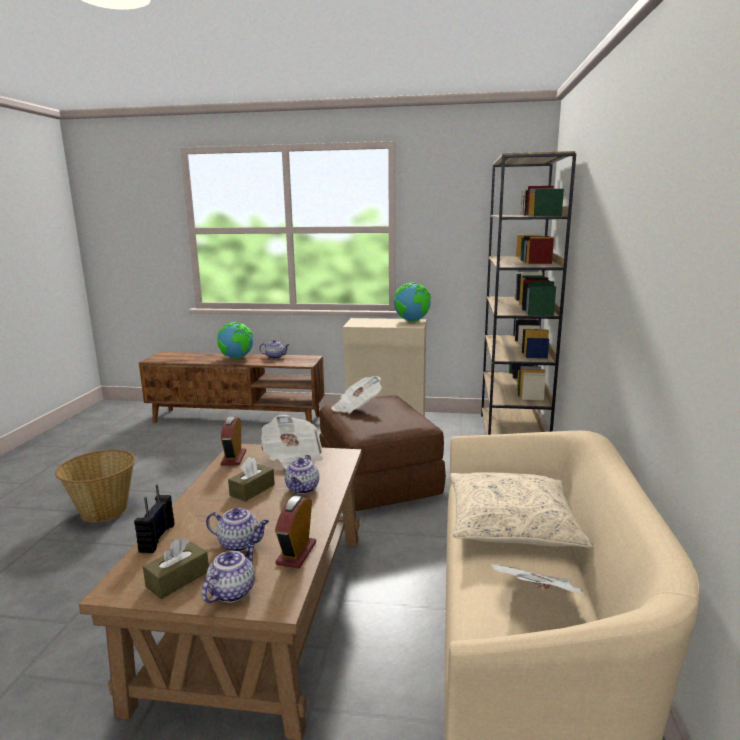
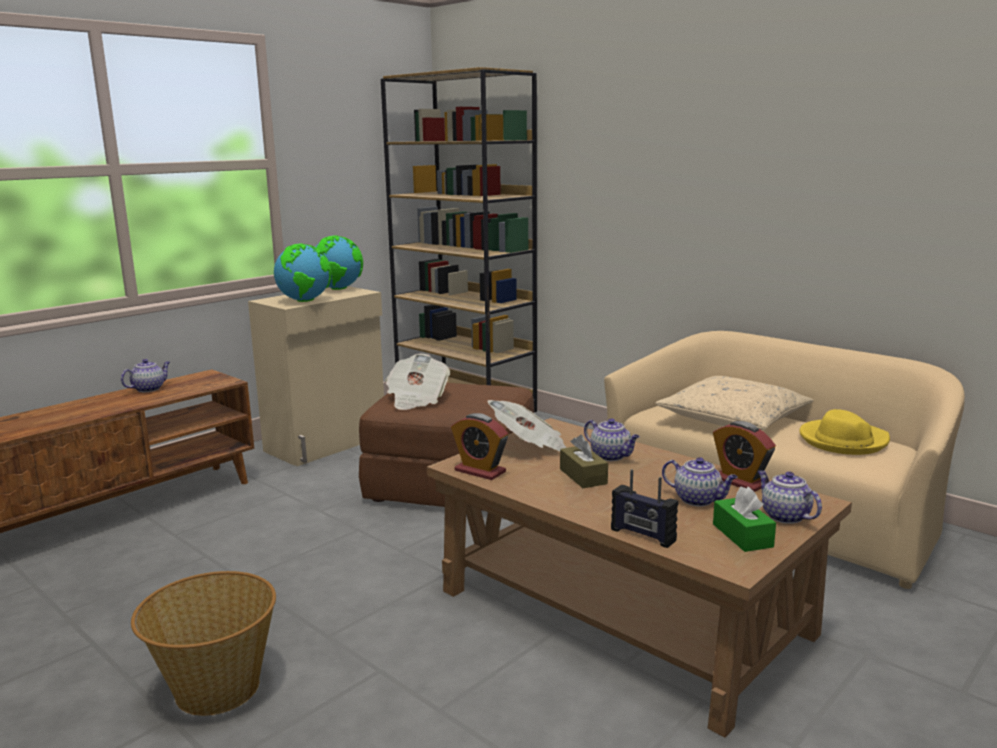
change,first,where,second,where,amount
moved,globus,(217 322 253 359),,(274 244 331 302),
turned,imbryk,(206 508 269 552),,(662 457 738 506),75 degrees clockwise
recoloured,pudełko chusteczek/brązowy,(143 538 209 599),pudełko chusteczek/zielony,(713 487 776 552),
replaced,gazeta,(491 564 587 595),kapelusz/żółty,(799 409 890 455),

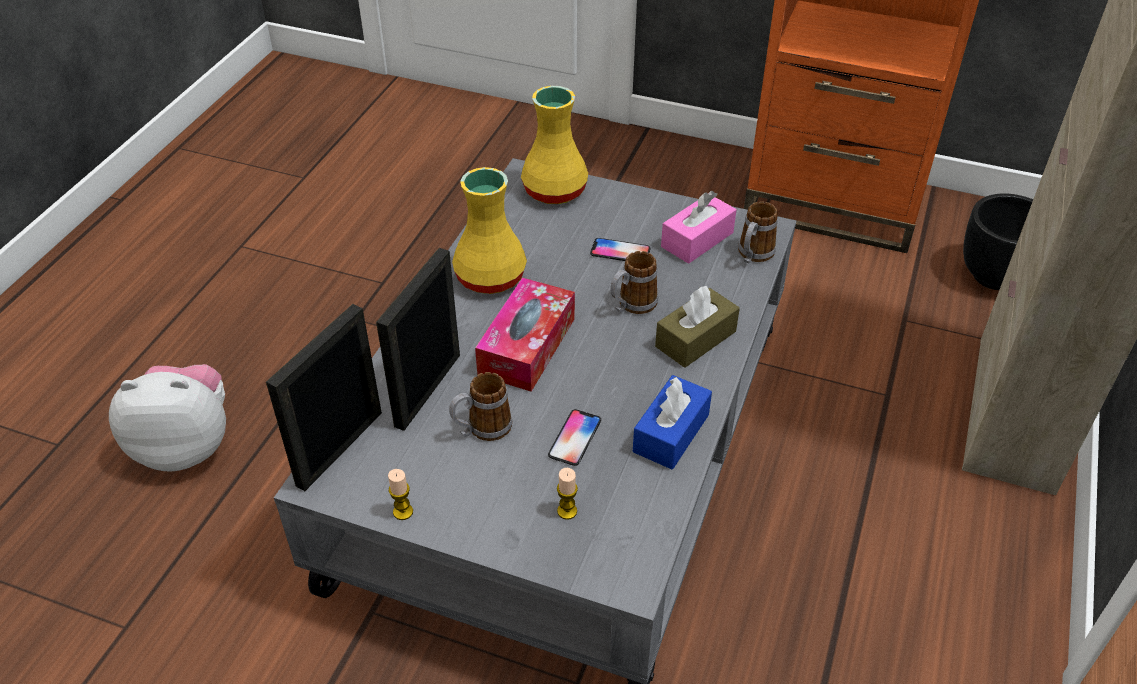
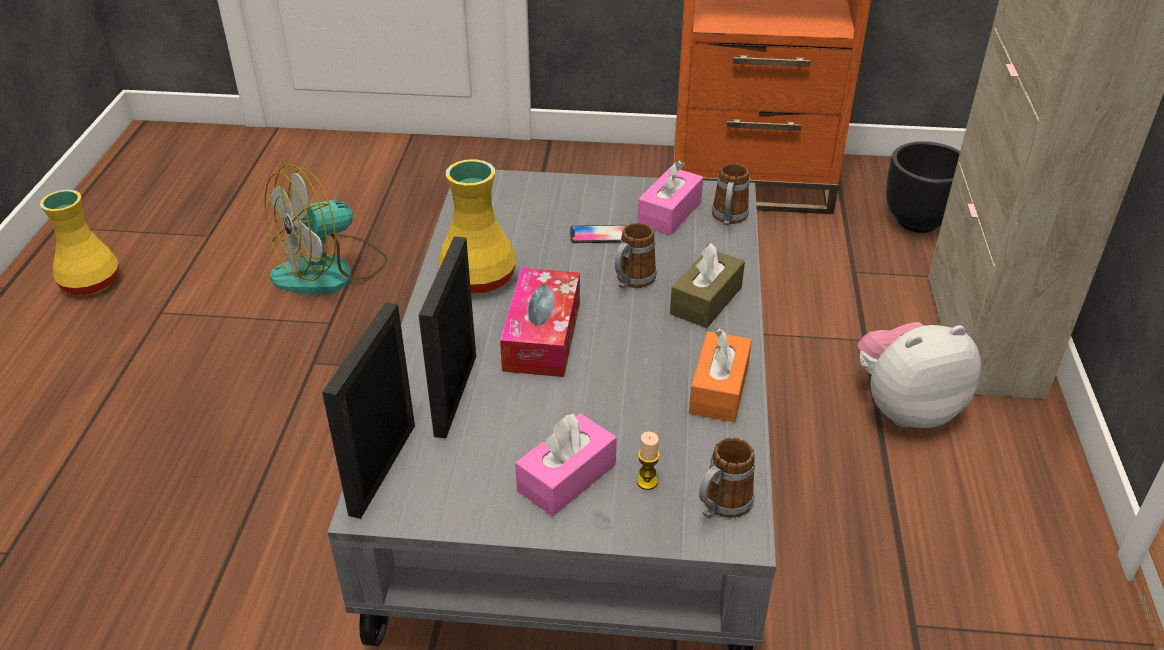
change,first,where,second,where,amount
moved,wazon/żółty,(521 86 588 204),,(40 190 119 296),
added,,,wentylator,(264 164 388 295),
added,,,pudełko chusteczek/różowy,(515 413 617 516),
recoloured,pudełko chusteczek/niebieski,(633 375 712 469),pudełko chusteczek/pomarańczowy,(689 328 752 422),
moved,kubek,(449 372 512 441),,(699 437 755 518),
moved,pluszak,(109 364 226 472),,(857 322 981 428),
removed,świeca,(388 469 413 520),,,
removed,telefon,(548 409 601 466),,,

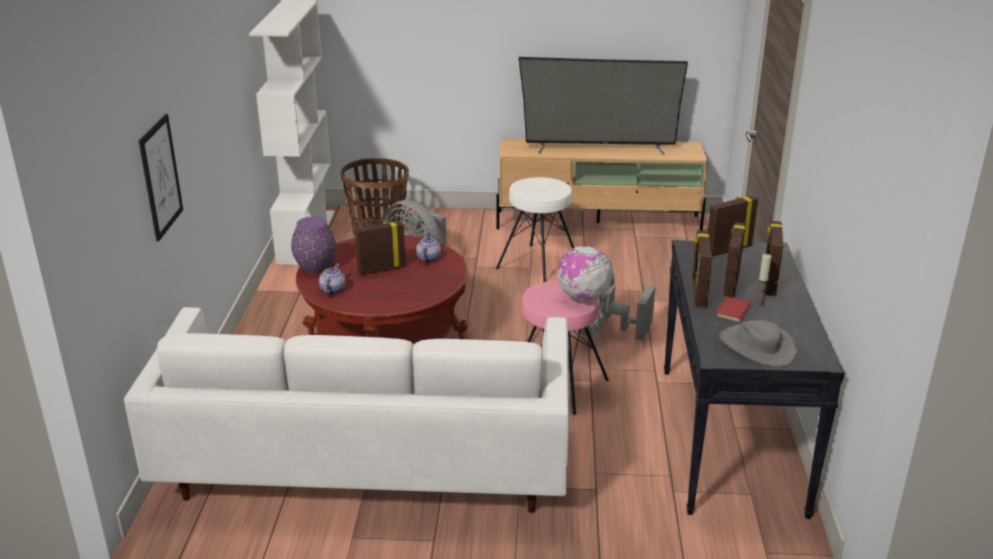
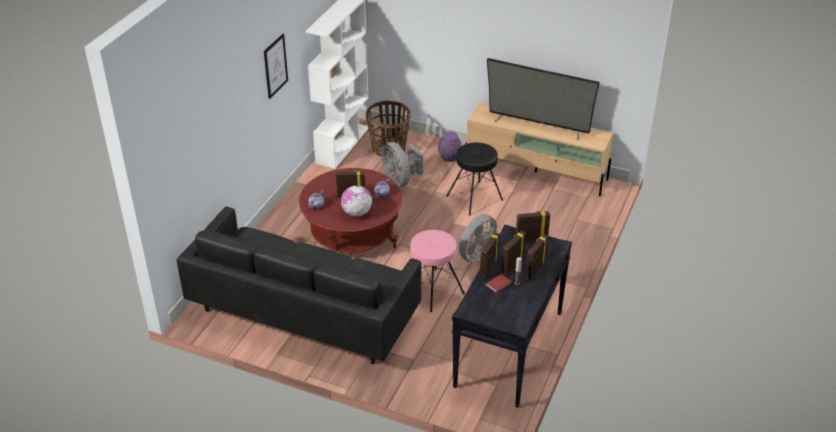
change,first,where,second,where,amount
recoloured,kanapa/biały,(124 307 570 513),kanapa/czarny,(176 206 421 364),
moved,obraz,(139 114 183 241),,(264 34 288 99),
moved,globus,(557 246 613 301),,(341 186 372 217),
moved,wazon/fioletowy,(291 217 336 274),,(438 131 462 162),
recoloured,stołek/biały,(496 177 574 282),stołek/czarny,(446 143 503 216),
removed,kapelusz/szary,(719 320 798 367),,,

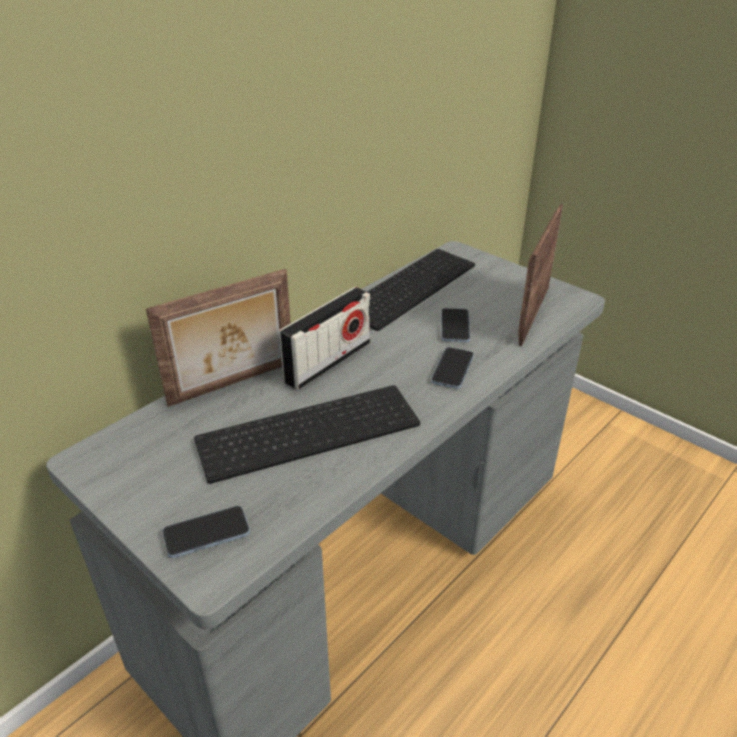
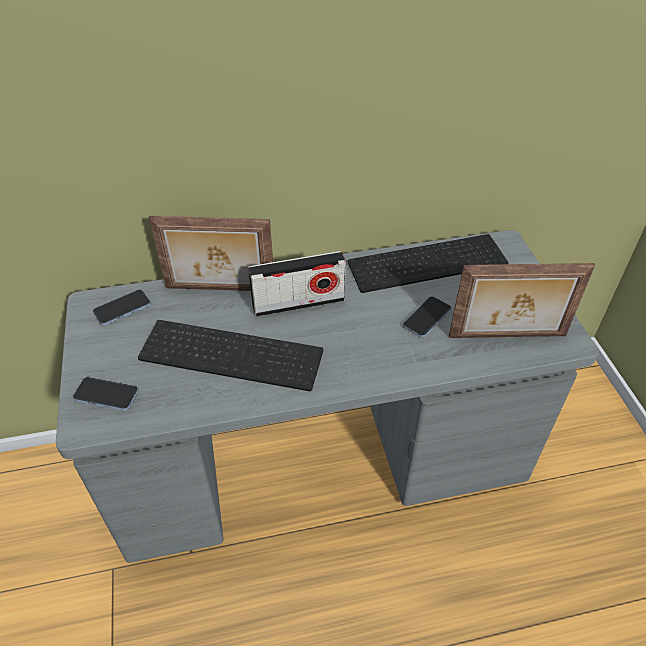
change,first,where,second,where,amount
moved,telefon,(431 347 474 389),,(93 289 151 325),
turned,ramka na zdjęcie,(518 204 563 346),,(448 263 595 338),150 degrees counterclockwise

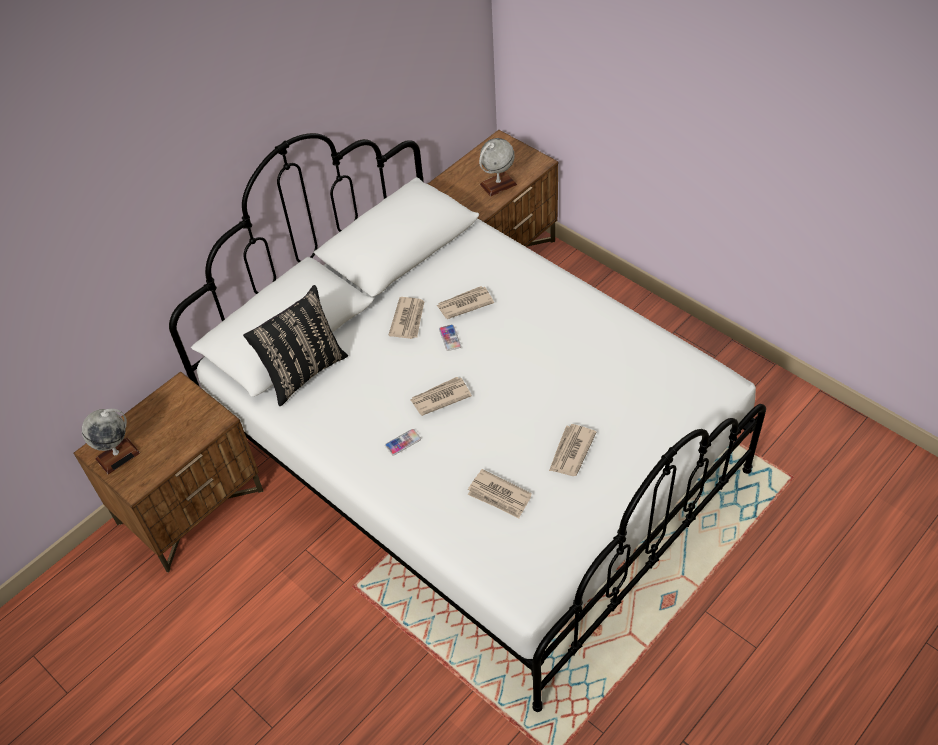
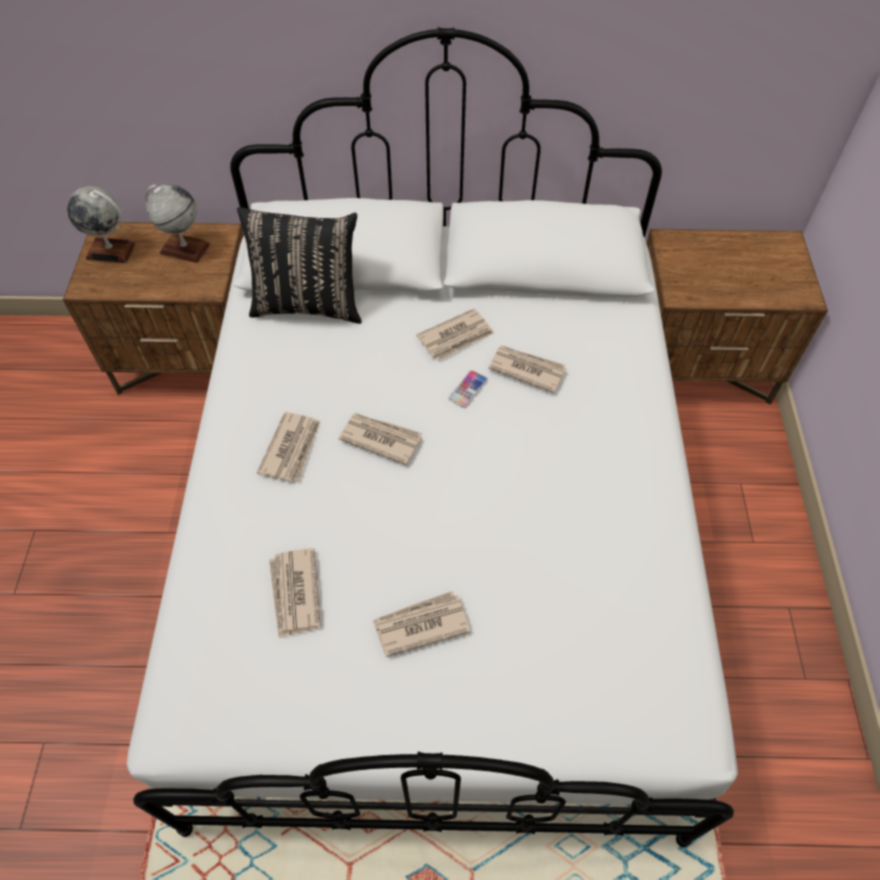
change,first,where,second,where,amount
moved,globus,(479 138 517 196),,(144 184 210 263),
replaced,telefon,(385 429 421 455),gazeta,(257 412 321 482),

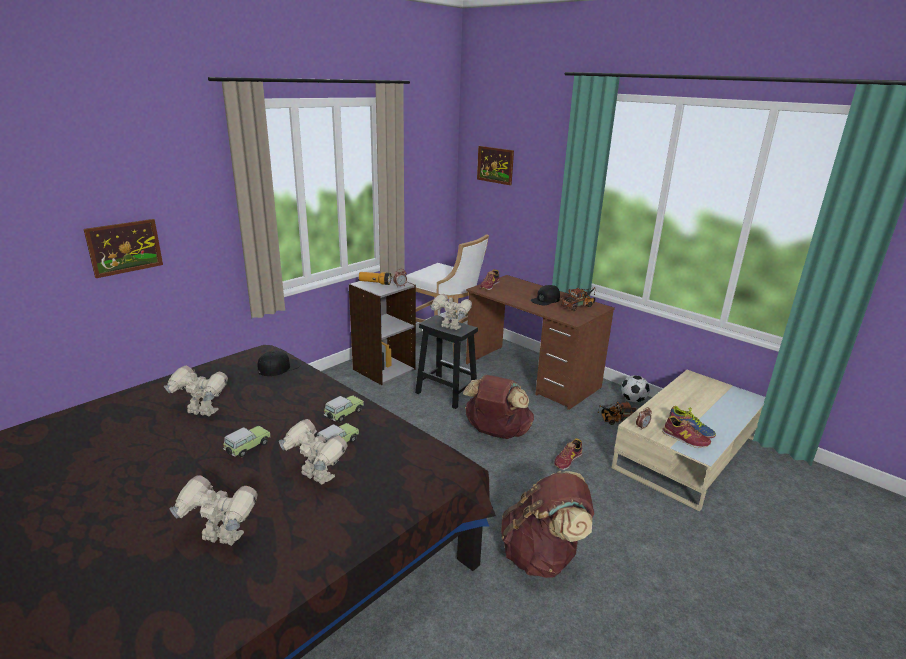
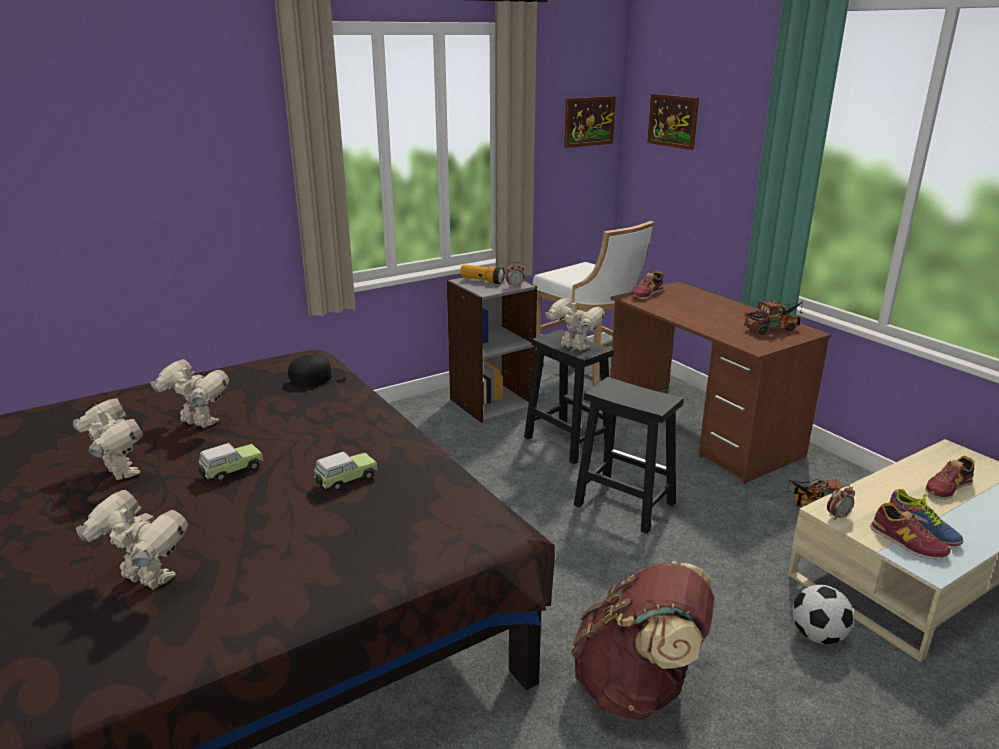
change,first,where,second,where,amount
moved,robot zabawkowy,(279 419 348 485),,(73 398 143 480),
moved,obraz,(84 219 163 278),,(564 96 616 148),
replaced,plecak/brązowy,(463 375 534 439),stołek/czarny,(574 377 684 534),
moved,piłka futbolowa,(621 375 650 402),,(792 585 854 644),
moved,but,(554 438 582 470),,(925 456 974 500),
removed,samochodzik,(324 395 364 422),,,
removed,czapka z daszkiem/czarny,(531 285 560 305),,,

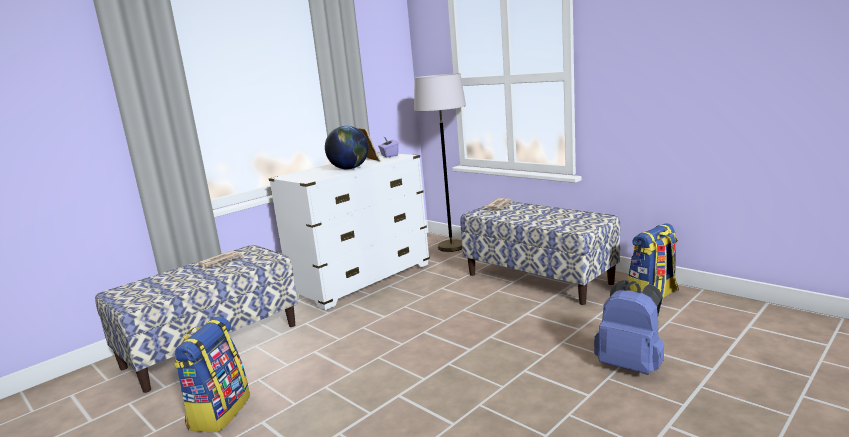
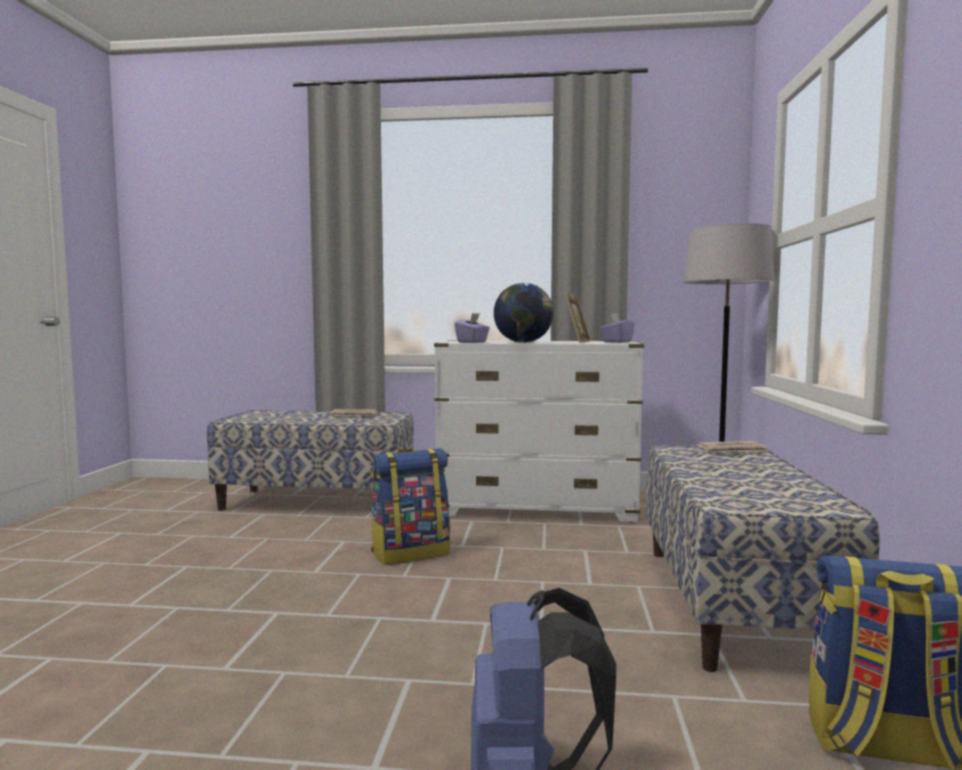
change,first,where,second,where,amount
moved,plecak,(173 317 250 432),,(371 448 450 565),
added,,,pudełko chusteczek/fioletowy,(454 313 490 343),

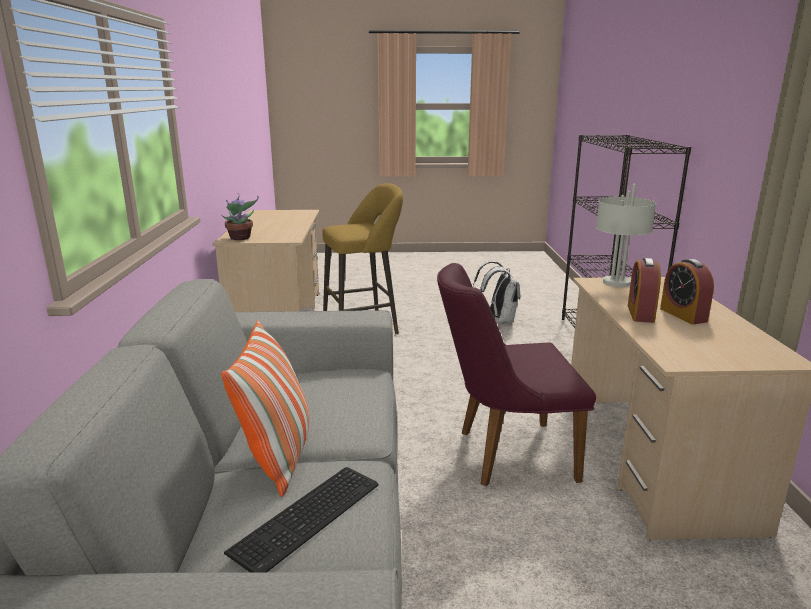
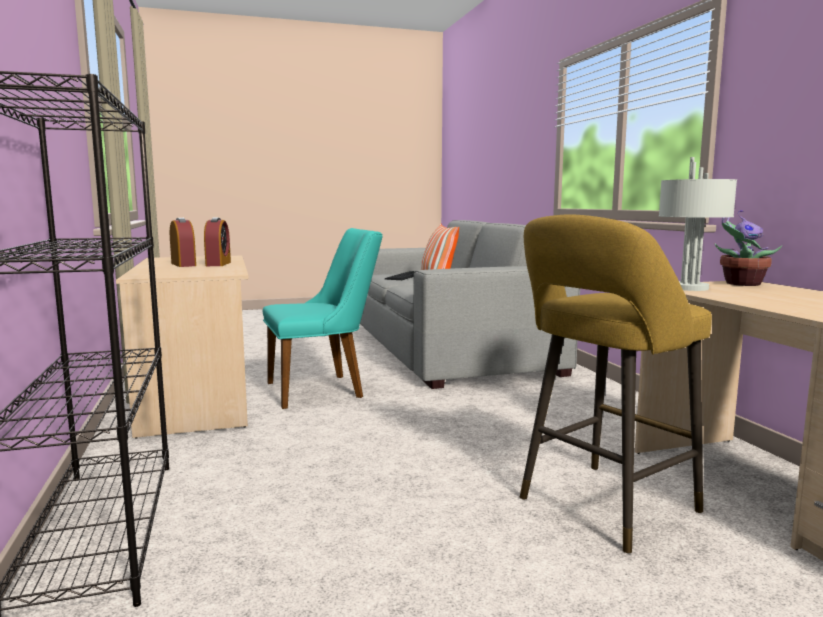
change,first,where,second,where,amount
recoloured,krzesło/fioletowy,(437 263 596 486),krzesło/turkusowy,(263 228 383 409),
moved,lampa stołowa/szary,(596 184 656 287),,(659 157 737 291),
removed,plecak/biały,(473 261 520 324),,,

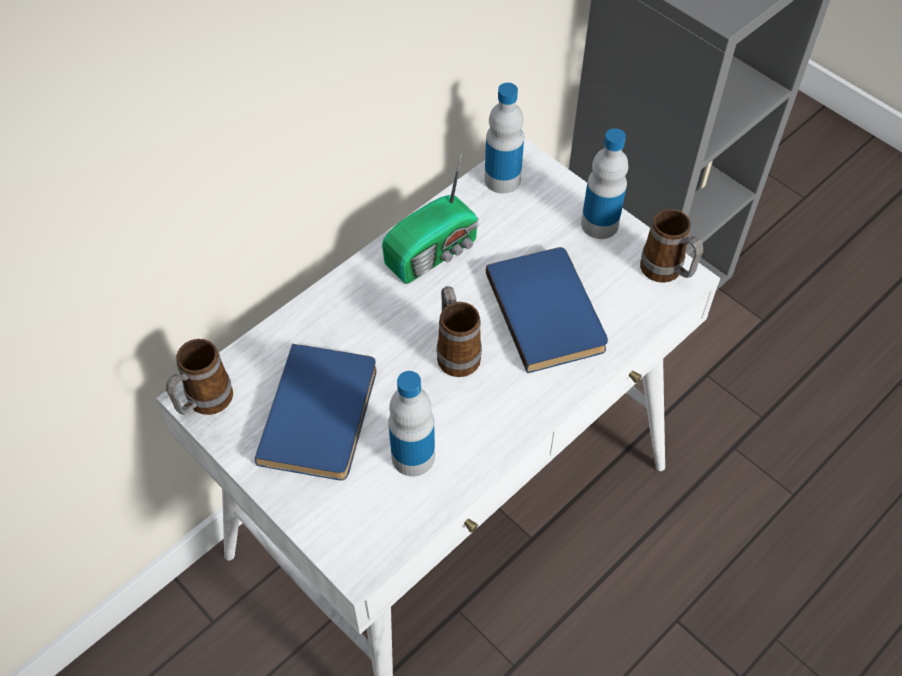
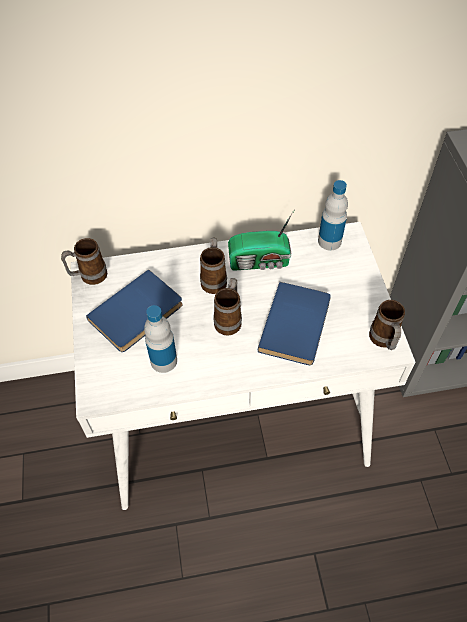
change,first,where,second,where,amount
added,,,kubek,(200 237 227 294),
removed,butelka,(581 128 628 239),,,

